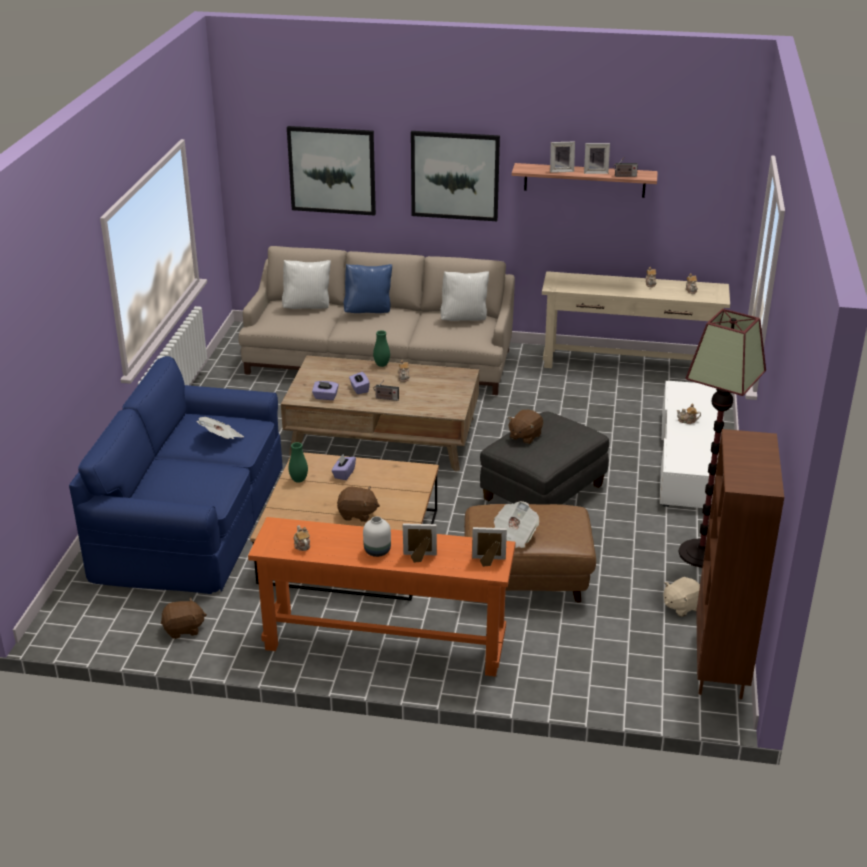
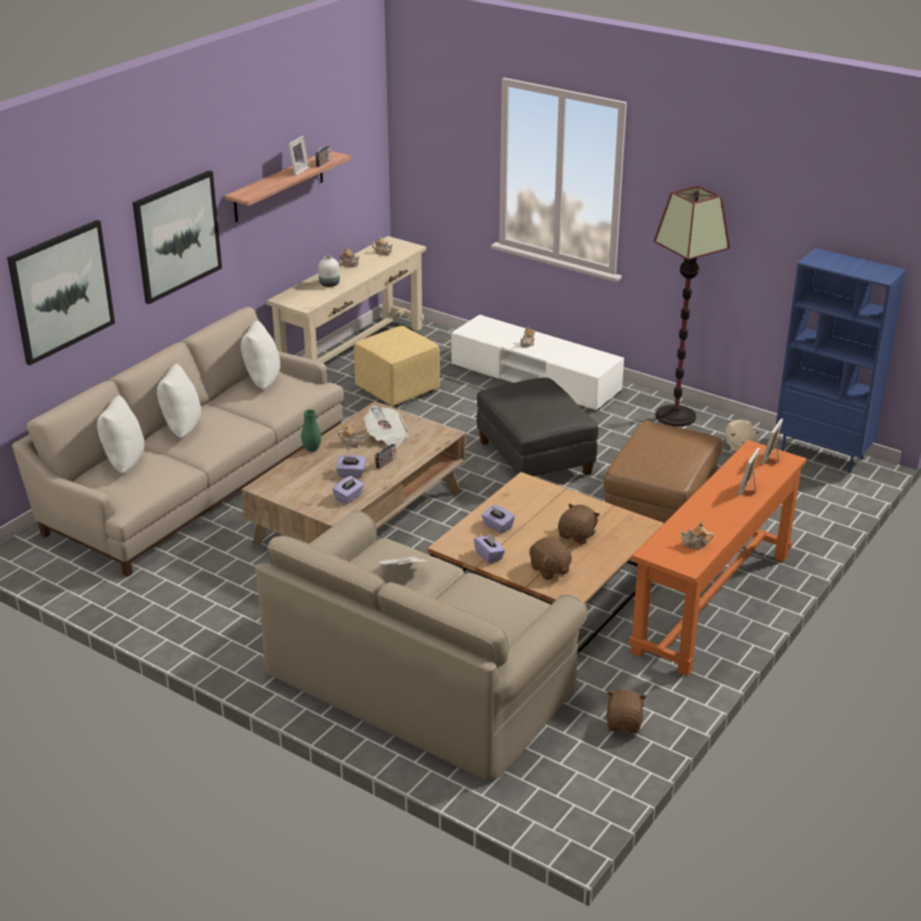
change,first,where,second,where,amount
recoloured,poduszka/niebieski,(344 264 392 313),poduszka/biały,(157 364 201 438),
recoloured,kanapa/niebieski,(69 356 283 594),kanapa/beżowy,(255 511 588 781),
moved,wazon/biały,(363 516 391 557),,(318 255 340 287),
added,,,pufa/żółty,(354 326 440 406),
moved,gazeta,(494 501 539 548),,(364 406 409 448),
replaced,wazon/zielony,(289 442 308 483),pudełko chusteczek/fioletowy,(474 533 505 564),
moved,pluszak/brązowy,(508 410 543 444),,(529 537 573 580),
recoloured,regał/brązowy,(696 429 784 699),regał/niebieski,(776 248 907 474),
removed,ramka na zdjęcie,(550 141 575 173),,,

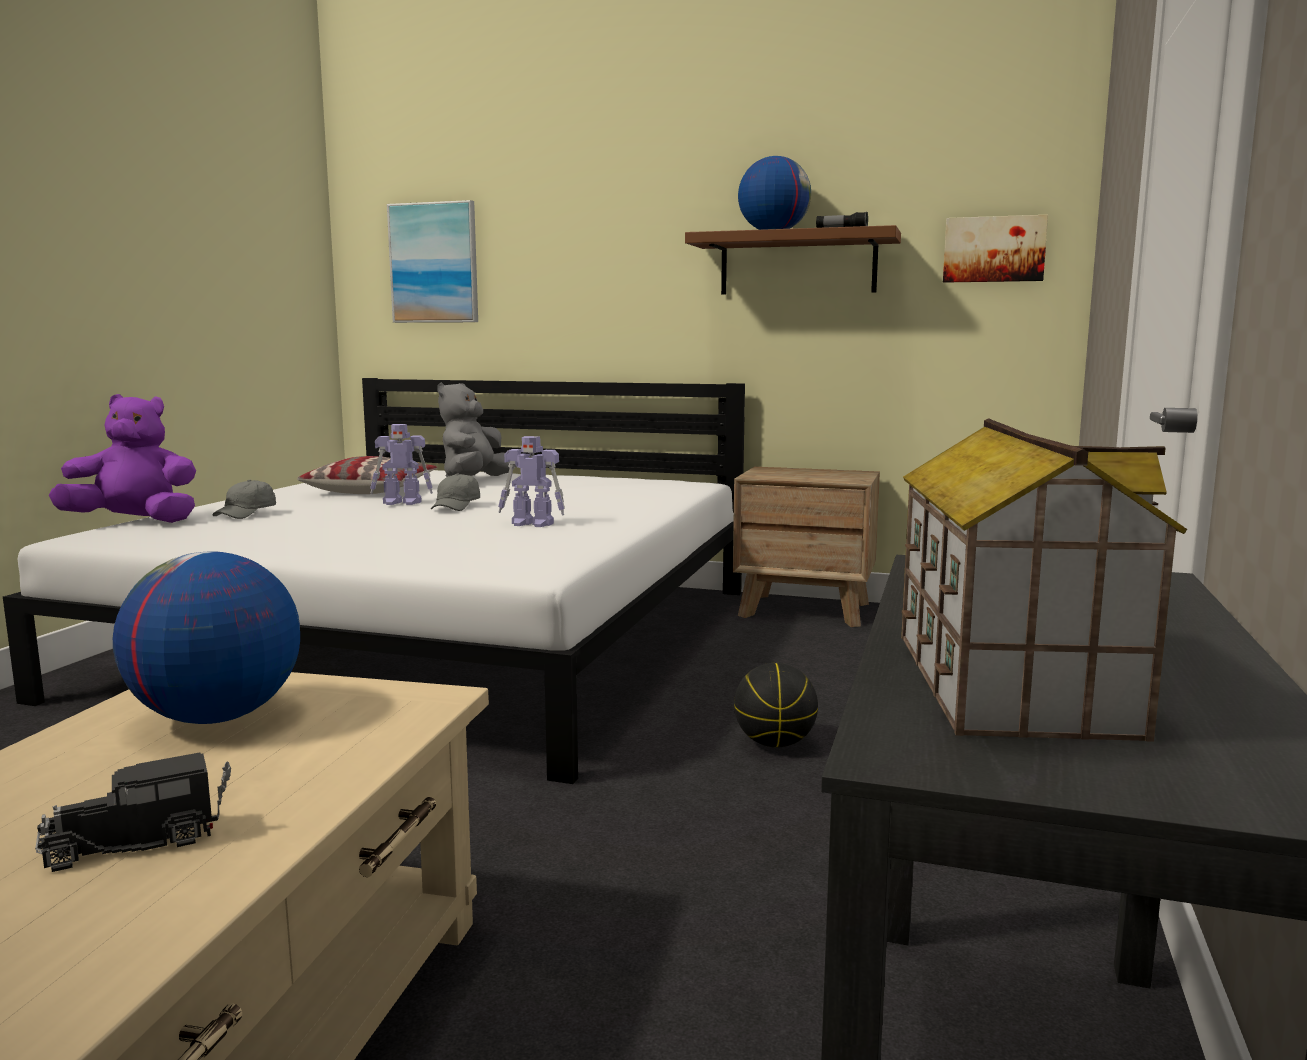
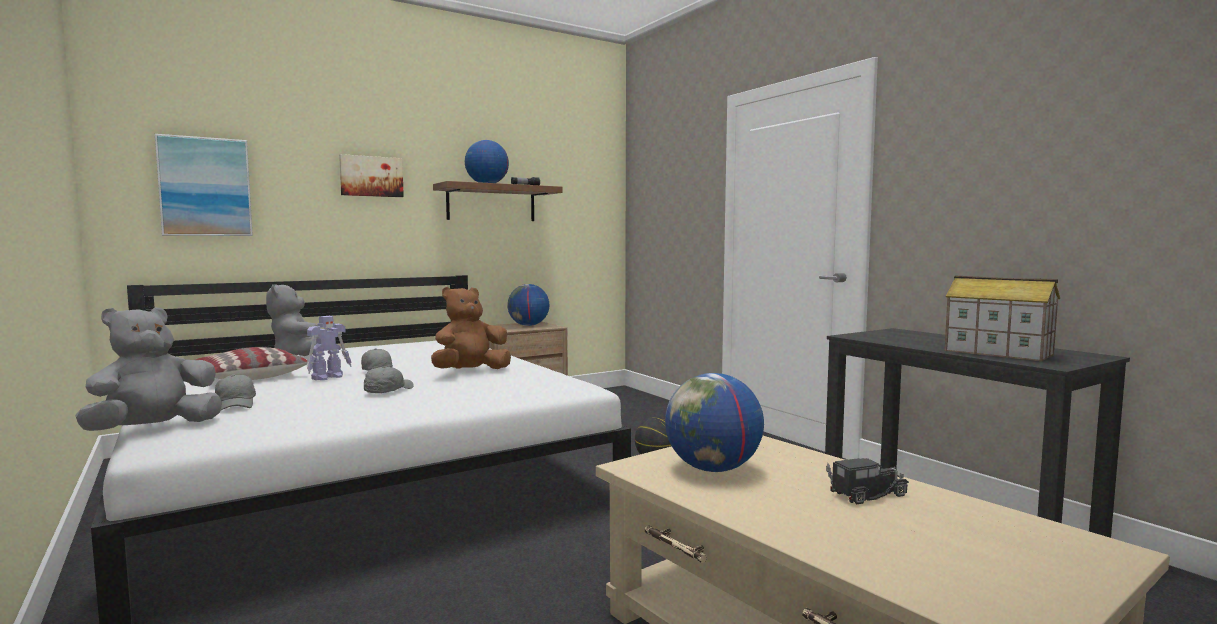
change,first,where,second,where,amount
recoloured,pluszak/fioletowy,(49 394 196 523),pluszak/szary,(75 307 222 431),
moved,obraz,(943 215 1048 283),,(339 154 404 197),
added,,,czapka z daszkiem/szary,(364 366 414 393),
replaced,robot zabawkowy,(498 436 565 527),pluszak/brązowy,(431 287 511 369),
added,,,globus,(507 284 549 326),
turned,ciężarówka zabawkowa,(35 753 231 872),,(826 458 909 504),120 degrees counterclockwise

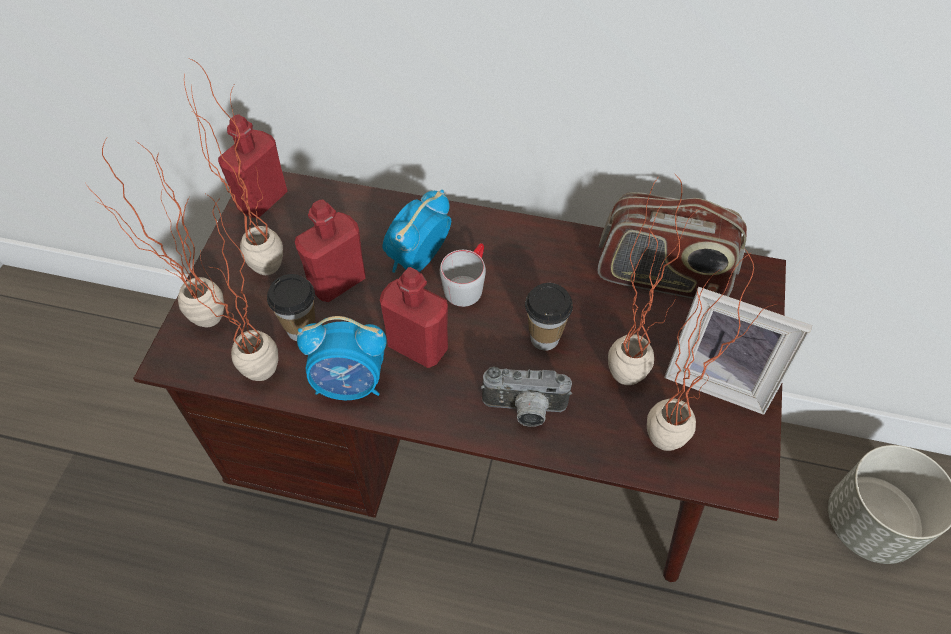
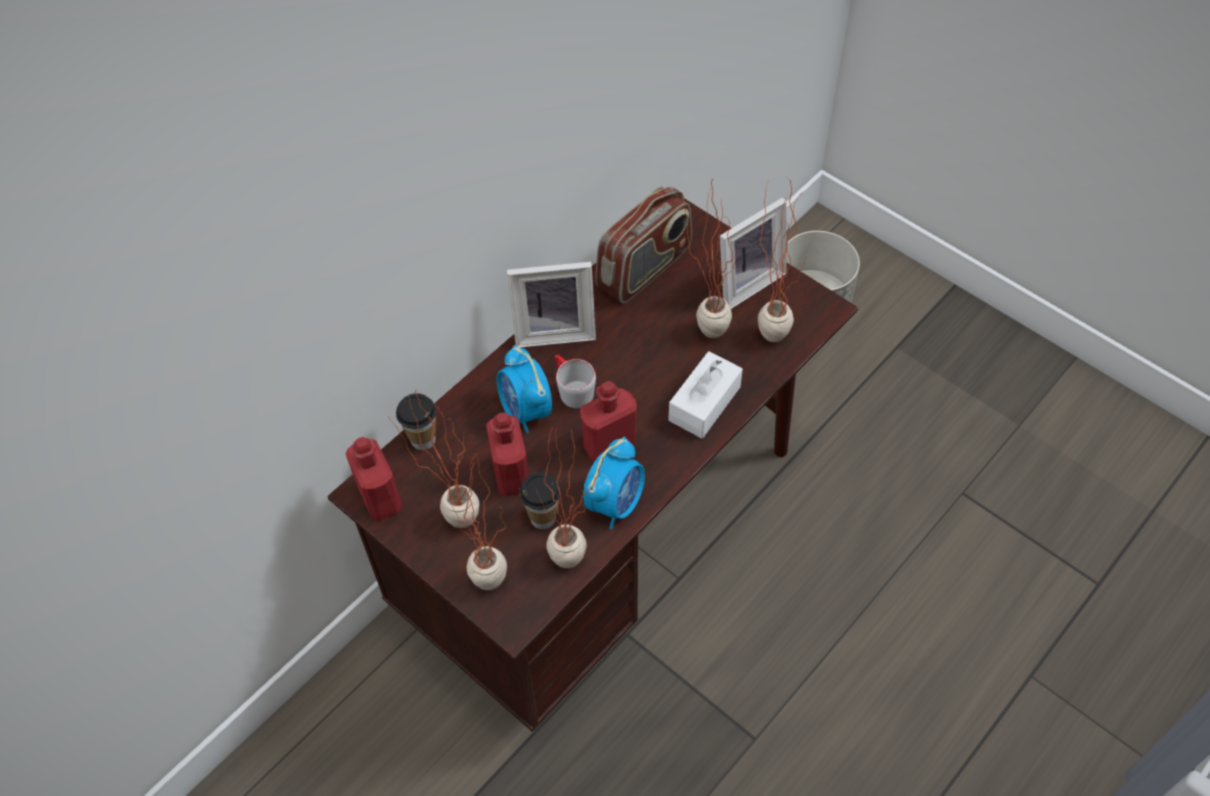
change,first,where,second,where,amount
moved,filiżanka,(525 283 573 351),,(396 393 436 450),
added,,,ramka na zdjęcie,(507 262 596 348),
replaced,aparat fotograficzny,(481 367 572 427),pudełko chusteczek/biały,(668 351 743 438),

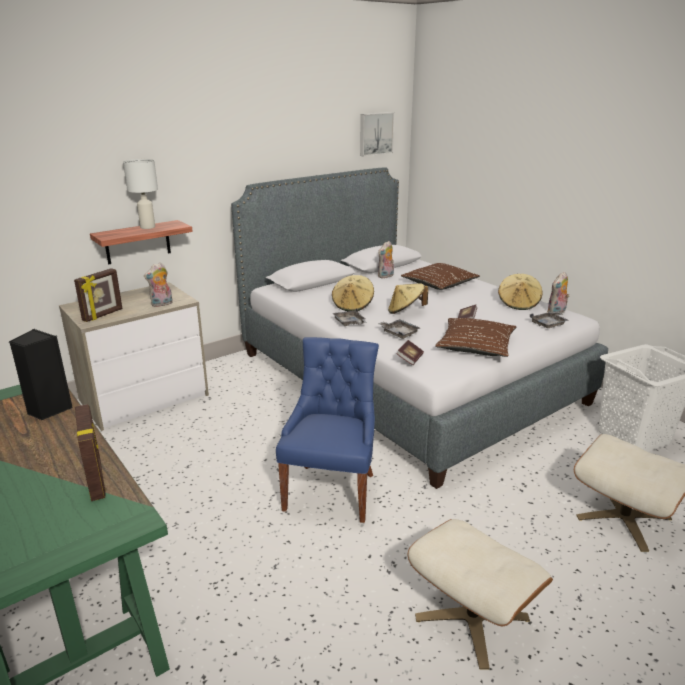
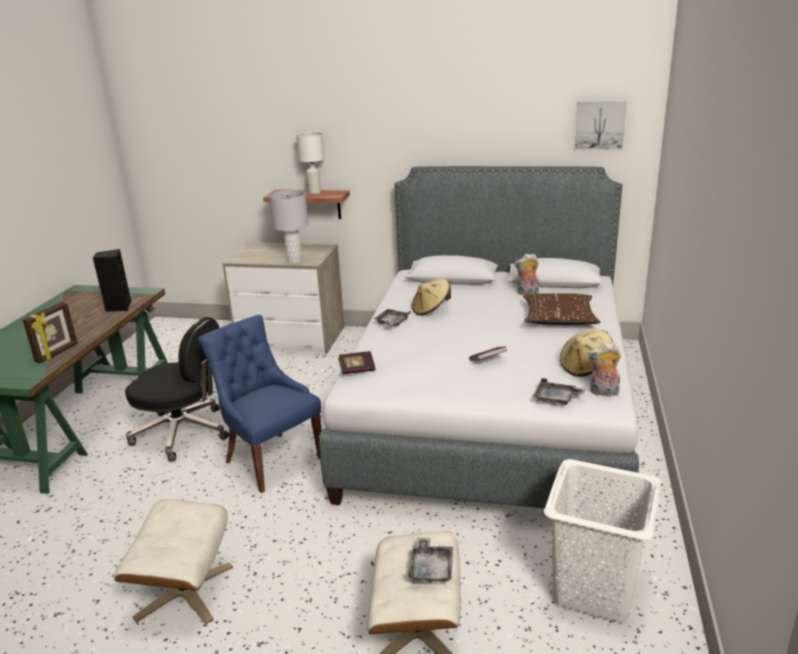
change,first,where,second,where,amount
added,,,krzesło biurowe/czarny,(125 317 229 462),
turned,krzesło/niebieski,(276 337 379 523),,(198 315 322 493),105 degrees counterclockwise
replaced,pluszak,(144 262 173 307),lampa stołowa/szary,(269 190 308 263),
moved,taca/szary,(378 319 420 339),,(408 538 453 583),
removed,ramka na zdjęcie,(74 268 123 322),,,
removed,kapelusz/beżowy,(388 283 428 314),,,
removed,poduszka/brązowy,(435 318 516 357),,,

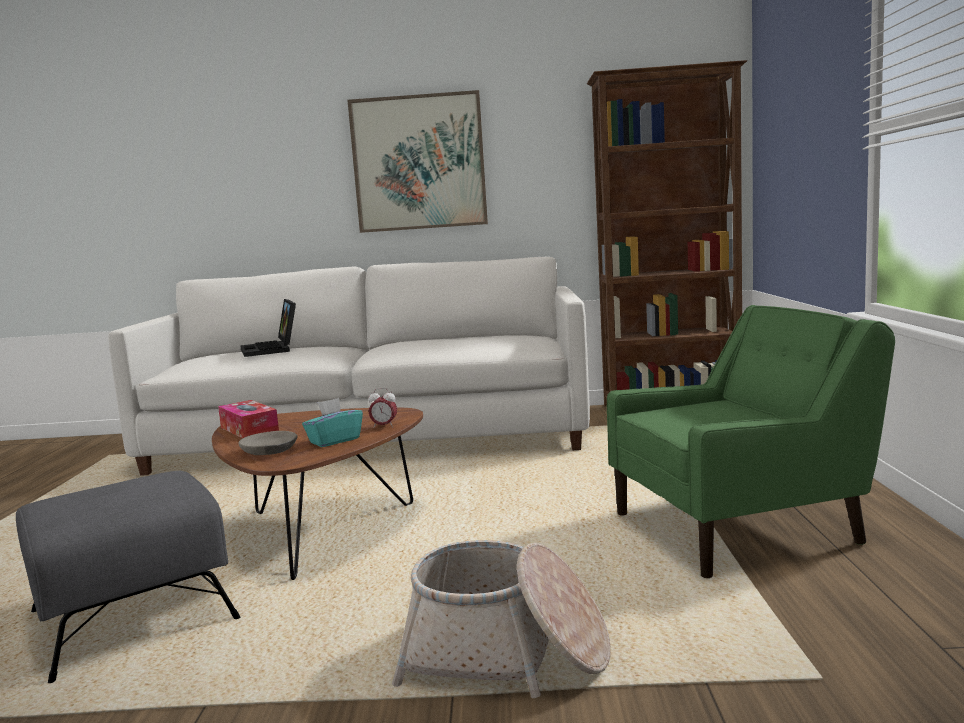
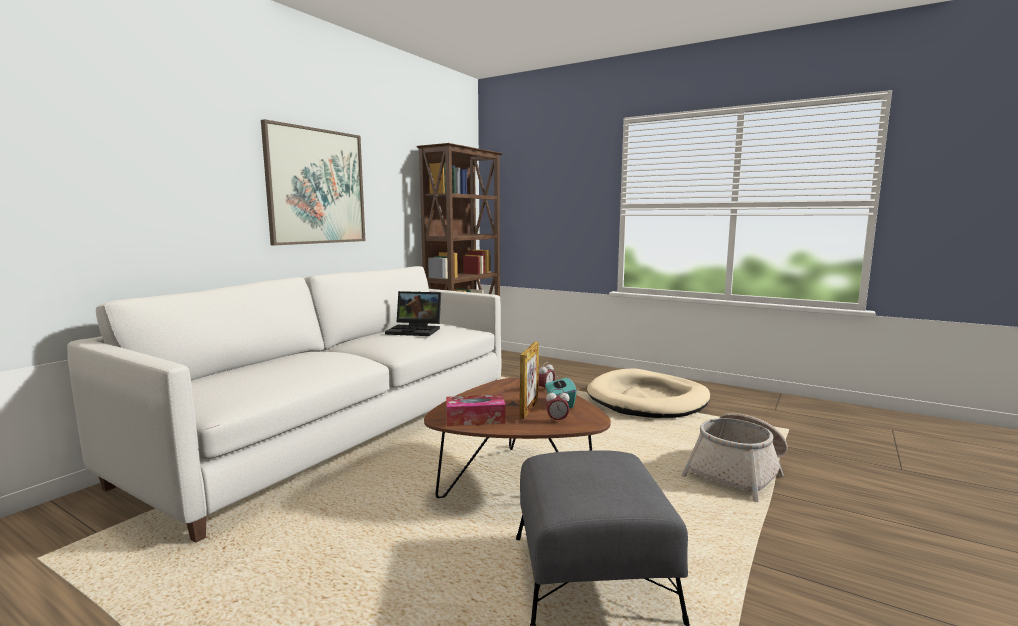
change,first,where,second,where,amount
moved,laptop,(240 299 296 357),,(385 291 441 336),
added,,,ramka na zdjęcie,(520 342 539 419),
replaced,miska/szary,(239 431 298 455),budzik,(546 389 570 422),
replaced,fotel/zielony,(607 305 895 578),legowisko/beżowy,(587 368 710 418),

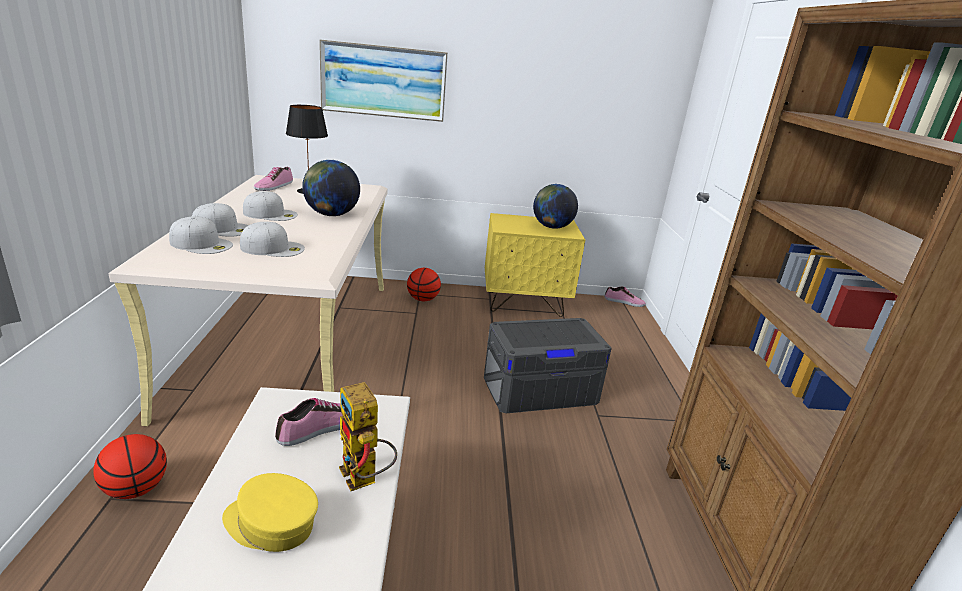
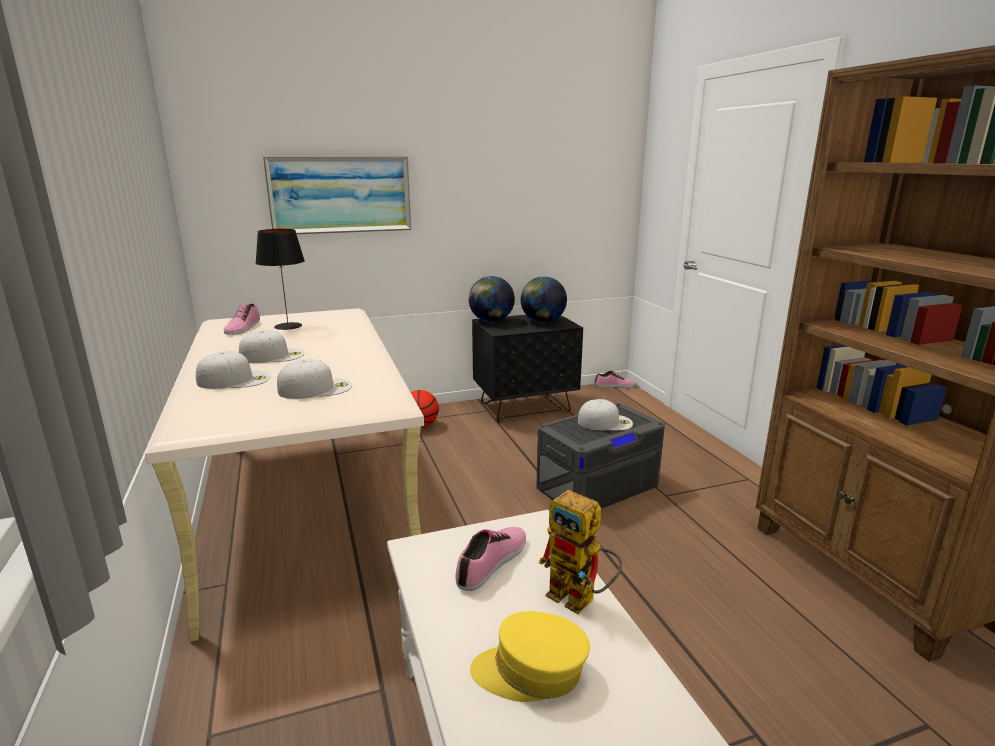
change,first,where,second,where,amount
moved,globus,(302 160 360 216),,(469 276 515 322),
recoloured,szafka nocna/żółty,(485 213 585 317),szafka nocna/czarny,(472 315 583 422),
moved,czapka z daszkiem/biały,(169 216 233 254),,(578 399 633 431),
removed,piłka do koszykówki,(93 434 167 499),,,

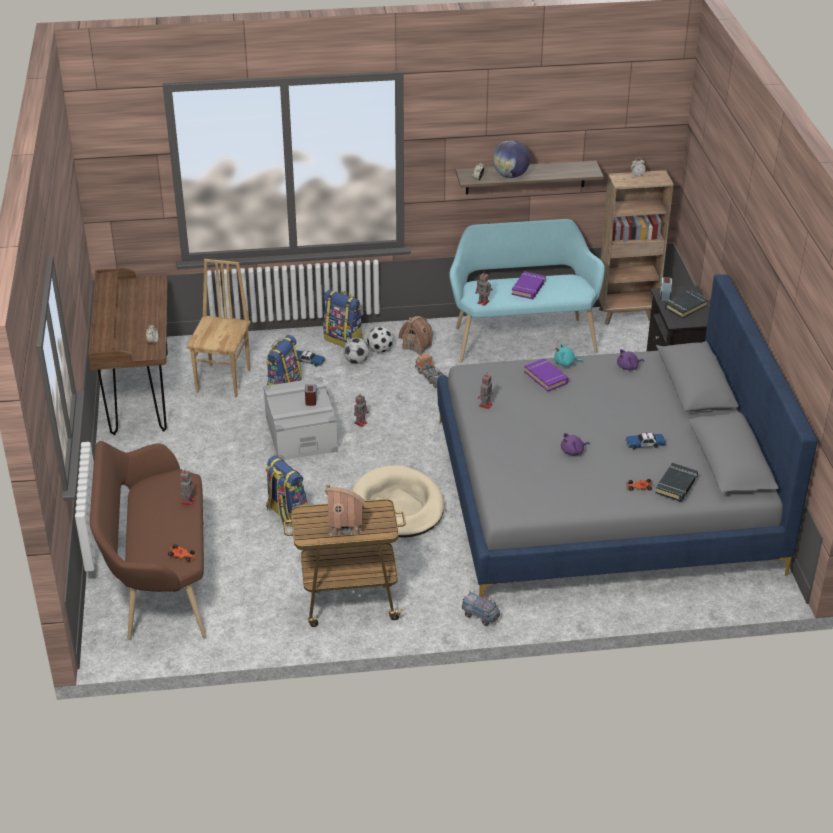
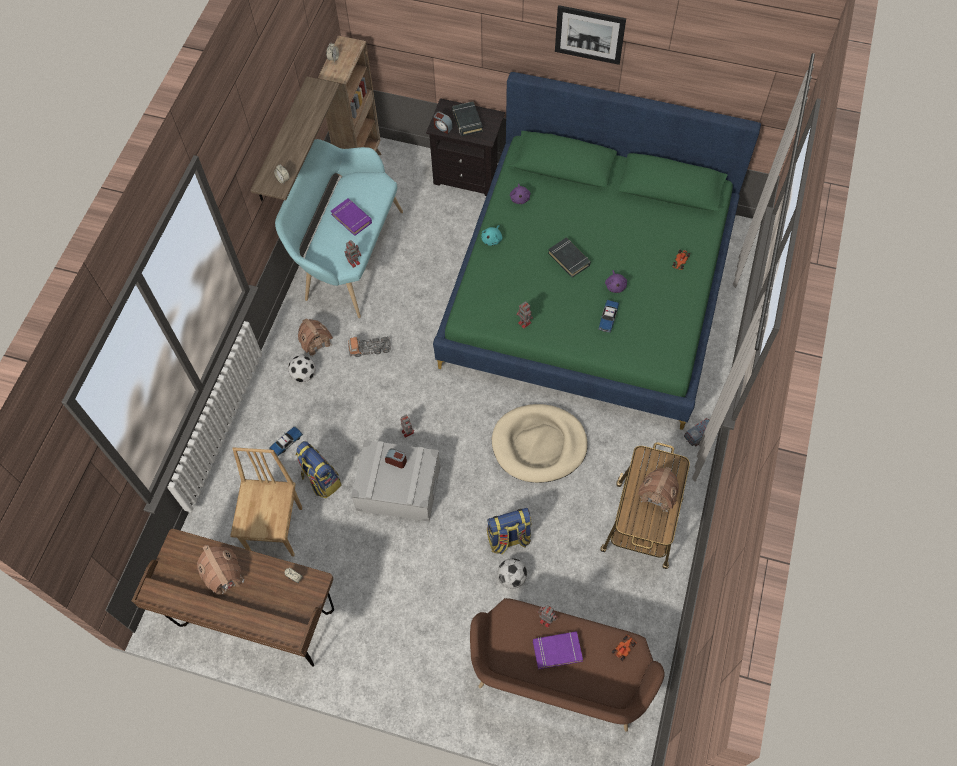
change,first,where,second,where,amount
added,,,domek,(197 545 244 595),
turned,krzesło/brązowy,(186 259 251 398),,(230 447 302 557),60 degrees clockwise
recoloured,łóżko/szary,(437 274 818 598),łóżko/zielony,(433 72 761 430),
moved,piłka futbolowa,(343 338 370 364),,(497 558 527 589),
moved,książka/fioletowy,(524 358 569 391),,(533 631 583 669),
moved,książka/czarny,(655 463 698 502),,(548 237 591 278),
added,,,obraz,(555 5 626 65),
moved,samochodzik,(625 432 666 449),,(598 300 619 333),
removed,plecak,(323 290 363 347),,,
removed,globus,(493 140 530 178),,,

